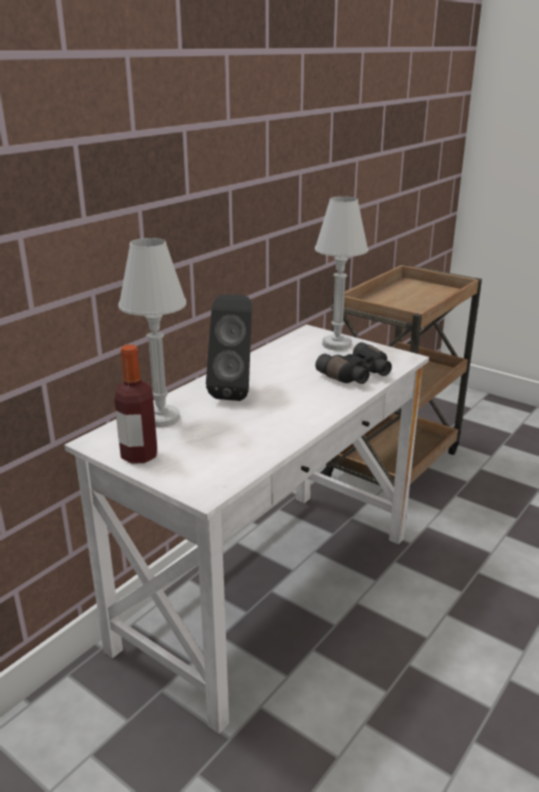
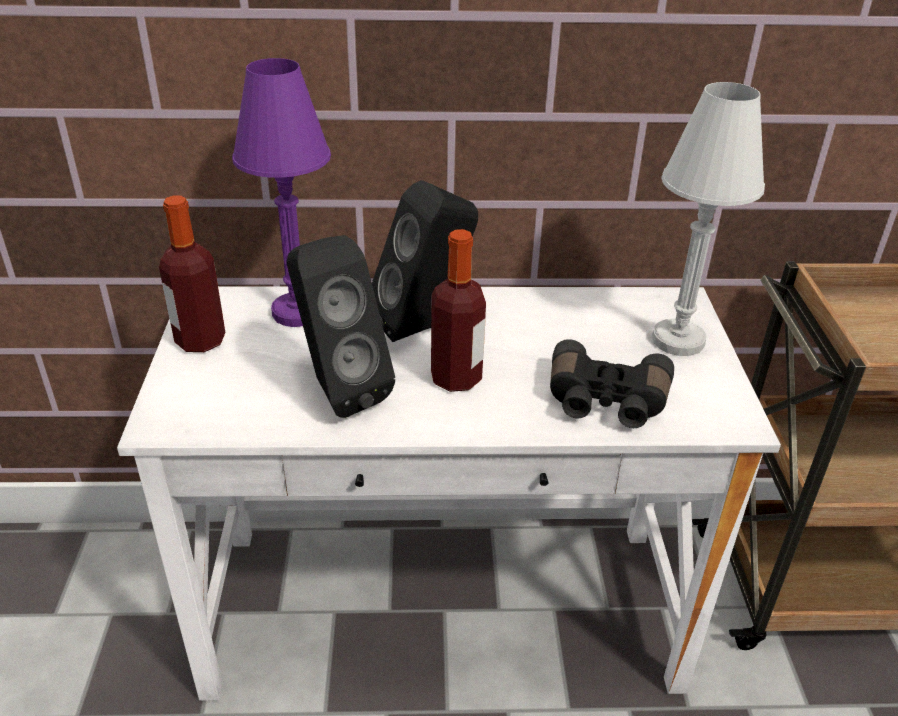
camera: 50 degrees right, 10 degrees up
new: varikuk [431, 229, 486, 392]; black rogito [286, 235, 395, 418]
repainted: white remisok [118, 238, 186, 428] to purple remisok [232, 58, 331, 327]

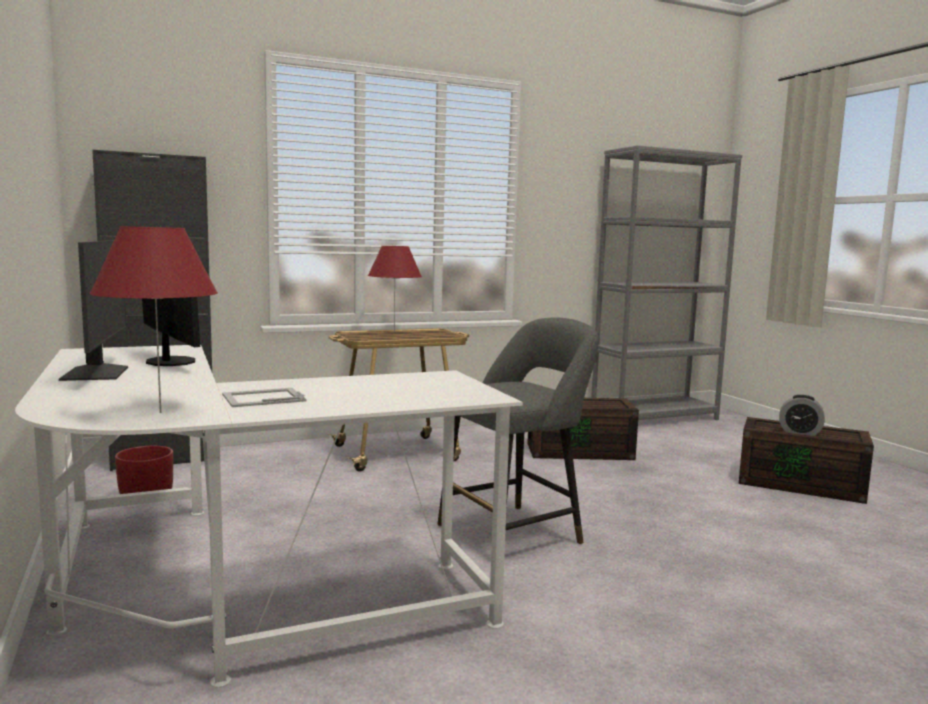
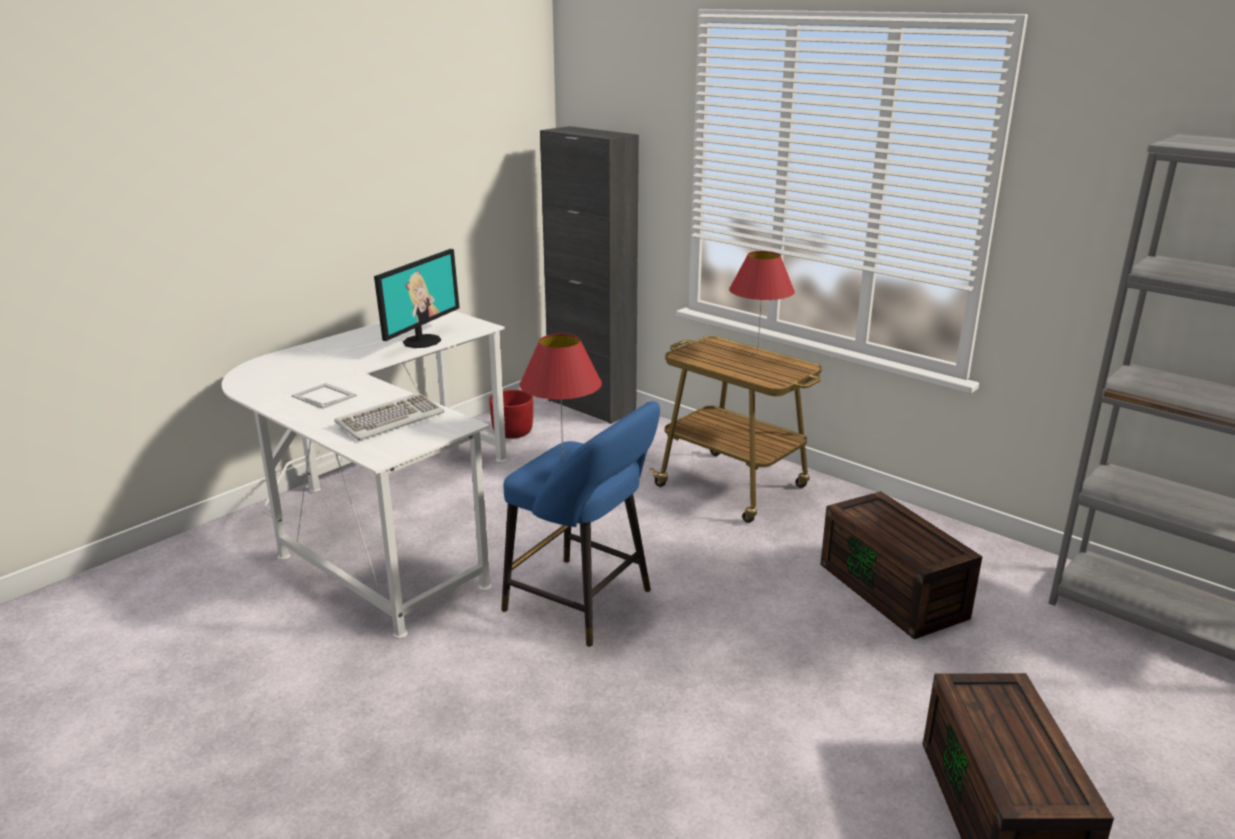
camera: 65 degrees right, 15 degrees up
gone: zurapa [59, 240, 128, 381]; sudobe [779, 395, 825, 436]
new: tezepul [334, 393, 444, 440]
shifted: red remisok [89, 226, 218, 413] to [520, 334, 602, 461]
repainted: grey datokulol [437, 318, 599, 544] to blue datokulol [501, 401, 660, 647]

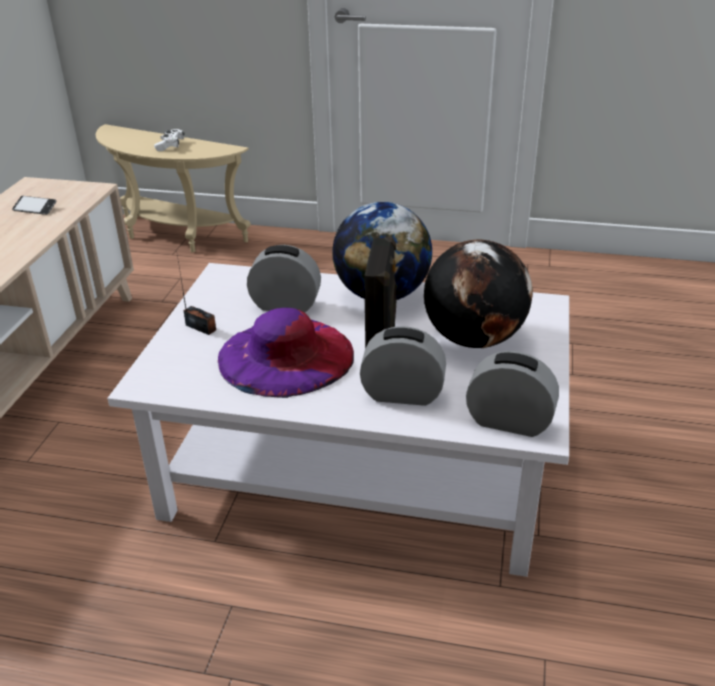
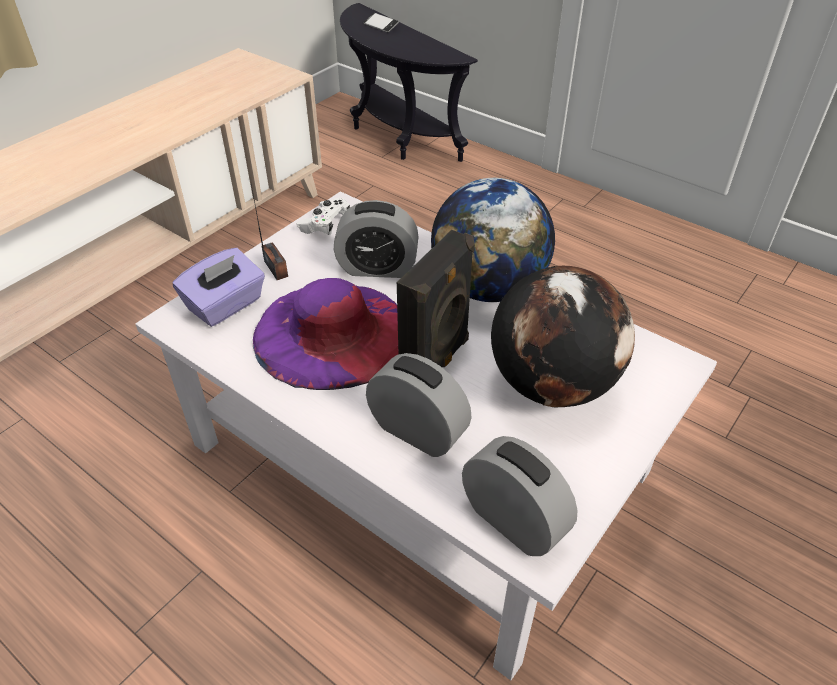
camera: 25 degrees right, 10 degrees up
new: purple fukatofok [173, 248, 265, 327]
shifted: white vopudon [154, 129, 184, 151] to [296, 198, 351, 235]; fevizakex [12, 196, 56, 215] to [363, 13, 399, 33]
repainted: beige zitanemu [96, 124, 251, 252] to black zitanemu [340, 3, 478, 162]
rotated: sudobe [247, 245, 321, 313] = [334, 200, 419, 278] 150 degrees clockwise

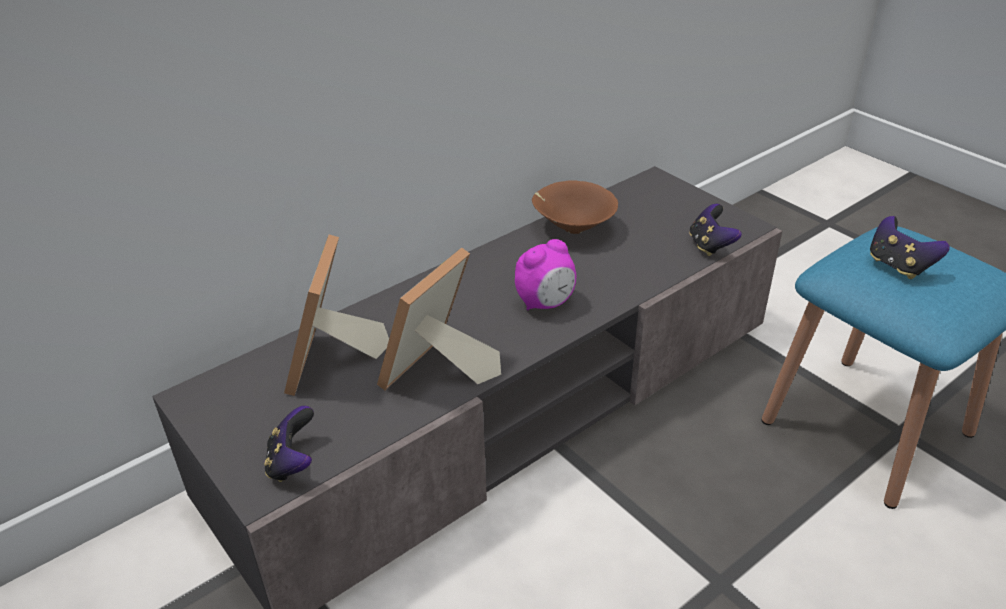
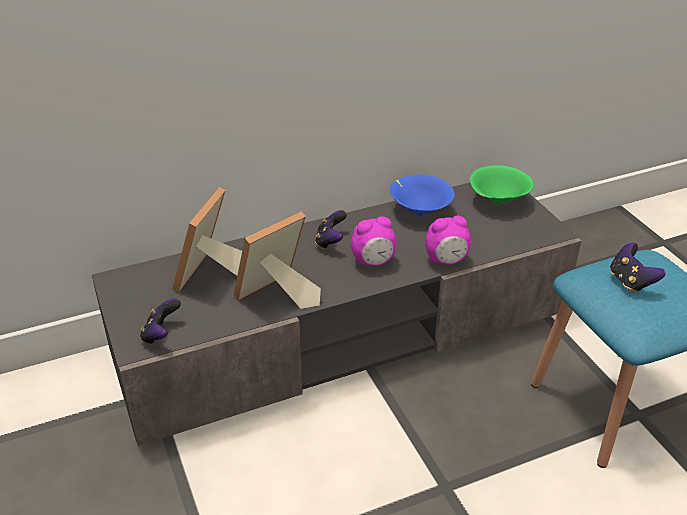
camera: 15 degrees right, 0 degrees up
new: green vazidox [470, 165, 534, 205]; sudobe [425, 216, 471, 265]
shifted: vopudon [689, 204, 742, 256] to [315, 210, 347, 249]
repainted: brown vazidox [532, 180, 618, 234] to blue vazidox [390, 174, 455, 216]

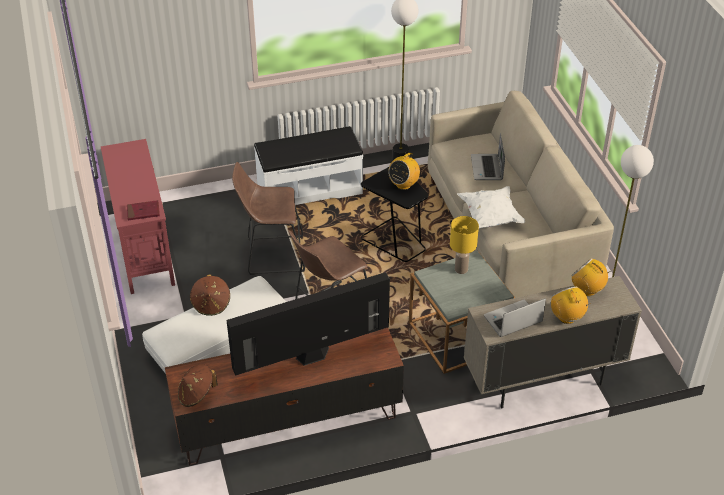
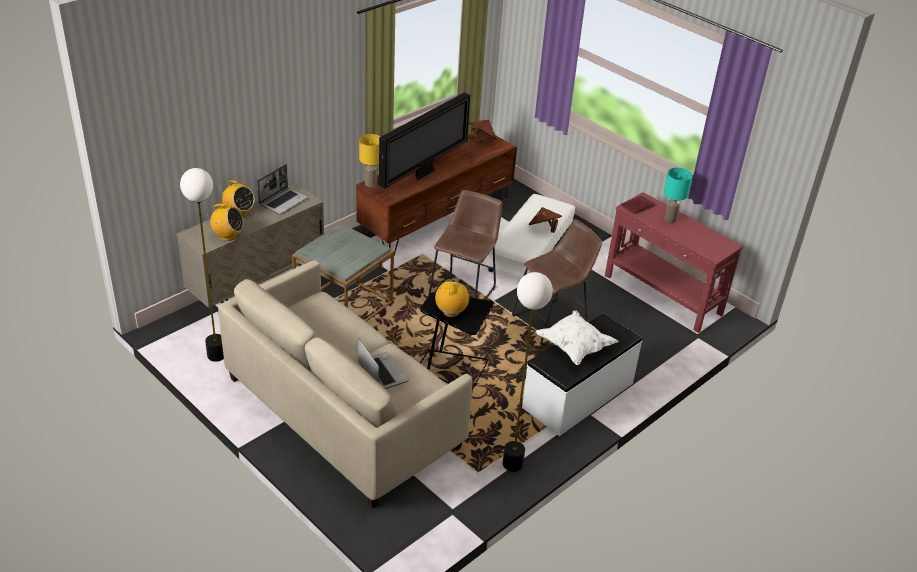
camera: 150 degrees right, 5 degrees down
new: turquoise remisok [664, 168, 693, 223]
shifted: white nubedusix [457, 186, 525, 229] to [536, 311, 619, 365]; yellow remisok [450, 216, 479, 274] to [359, 134, 380, 187]

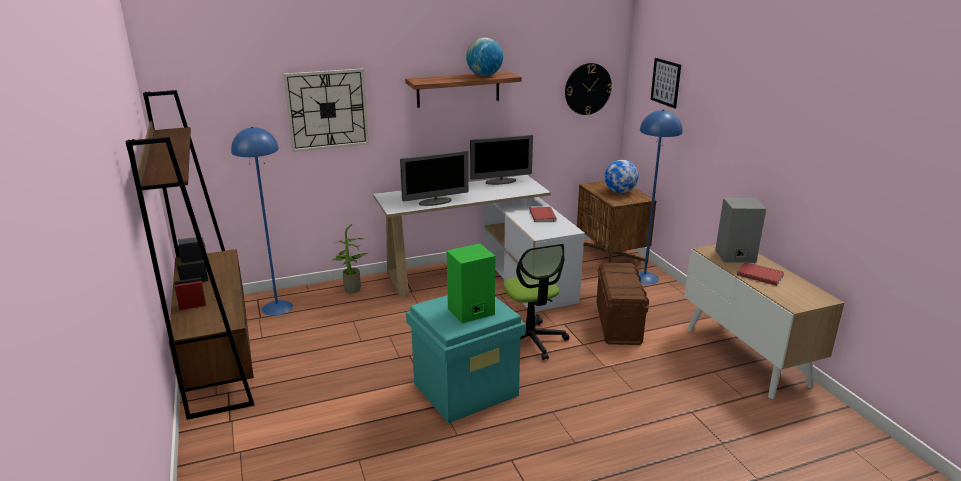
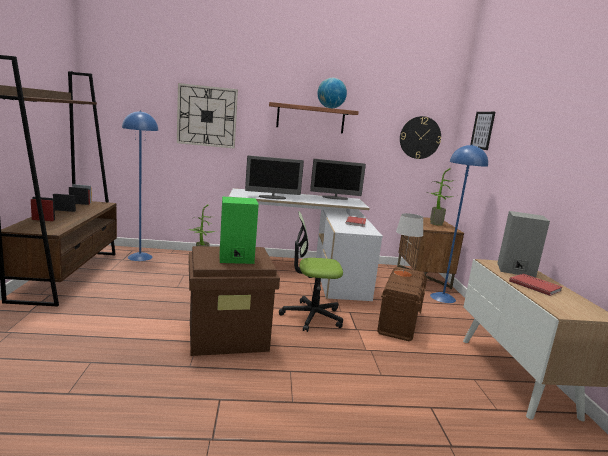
camera: 15 degrees right, 10 degrees down
new: grey remisok [394, 213, 424, 277]
swapped: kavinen [604, 159, 639, 193] to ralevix [427, 168, 455, 226]
repainted: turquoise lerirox [406, 295, 526, 423] to brown lerirox [189, 246, 280, 356]
rotated: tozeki [503, 244, 569, 360] = [279, 211, 343, 332] 90 degrees clockwise

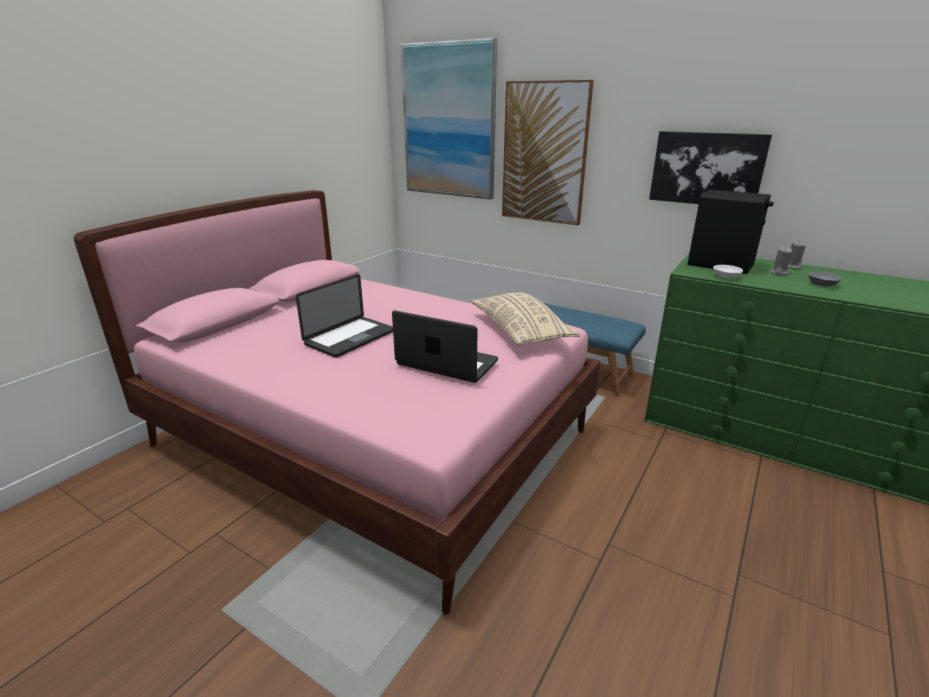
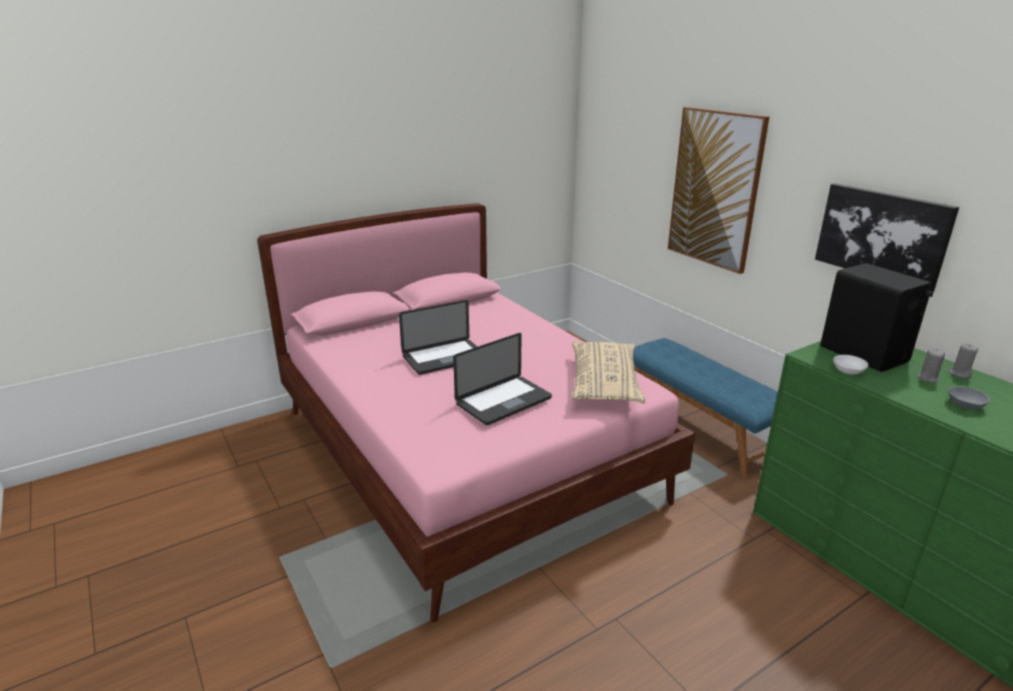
camera: 25 degrees right, 0 degrees up
gone: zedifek [401, 38, 497, 199]
rotated: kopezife [392, 310, 498, 383] = [453, 333, 552, 425] 90 degrees clockwise

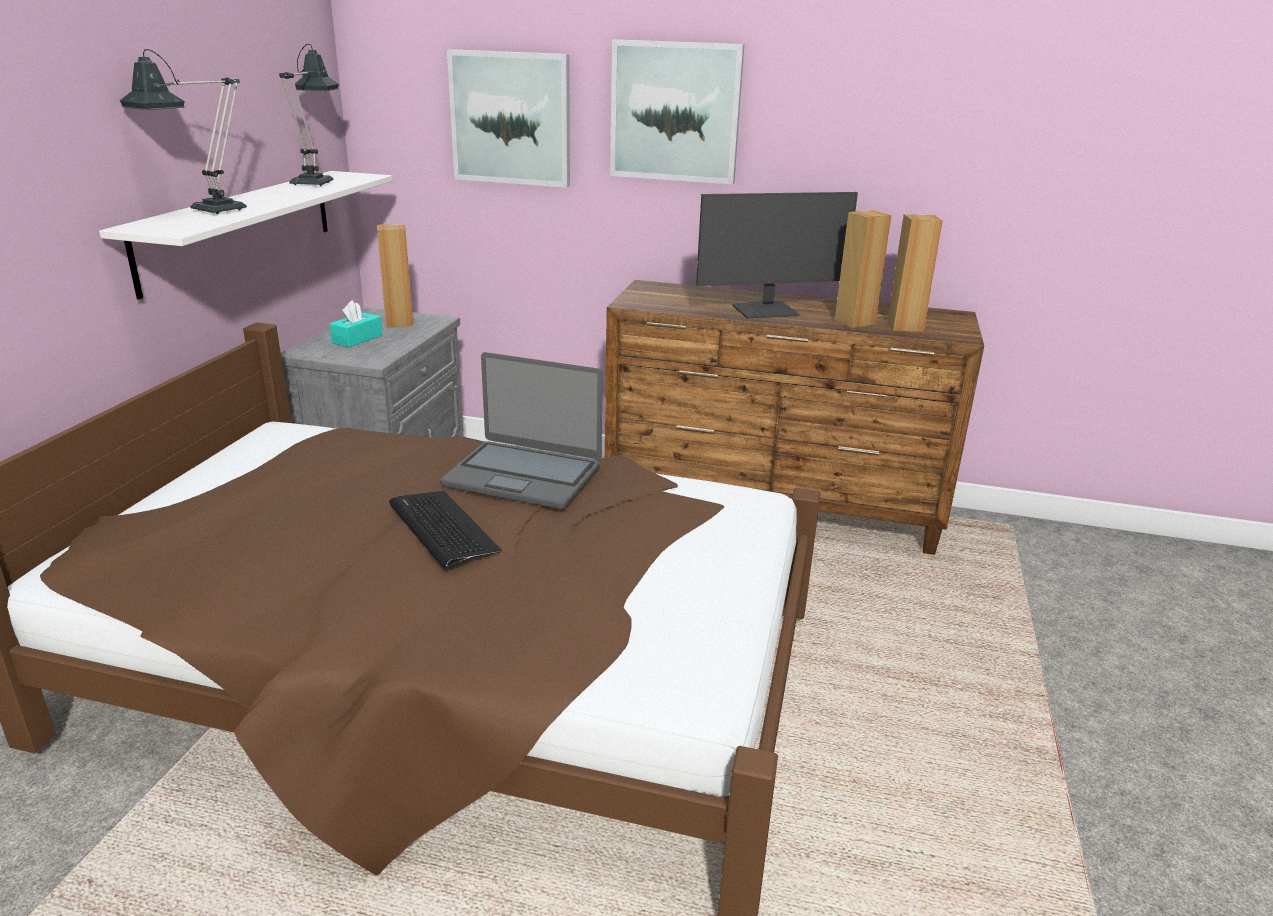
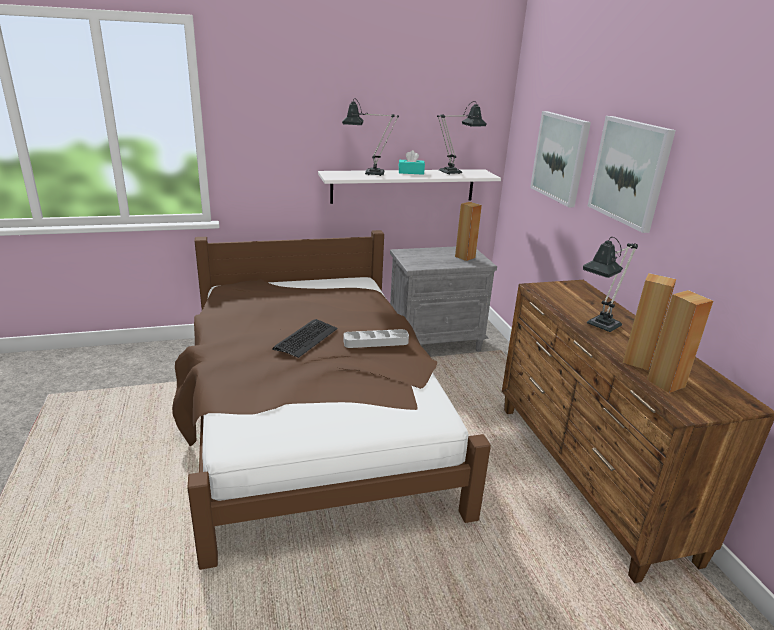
camera: 60 degrees right, 0 degrees up
shifted: turquoise fukatofok [329, 300, 382, 347] to [399, 150, 425, 175]
swapped: zurapa [696, 192, 858, 318] to remisok [583, 237, 638, 332]; kopezife [440, 352, 603, 509] to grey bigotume [344, 329, 409, 348]

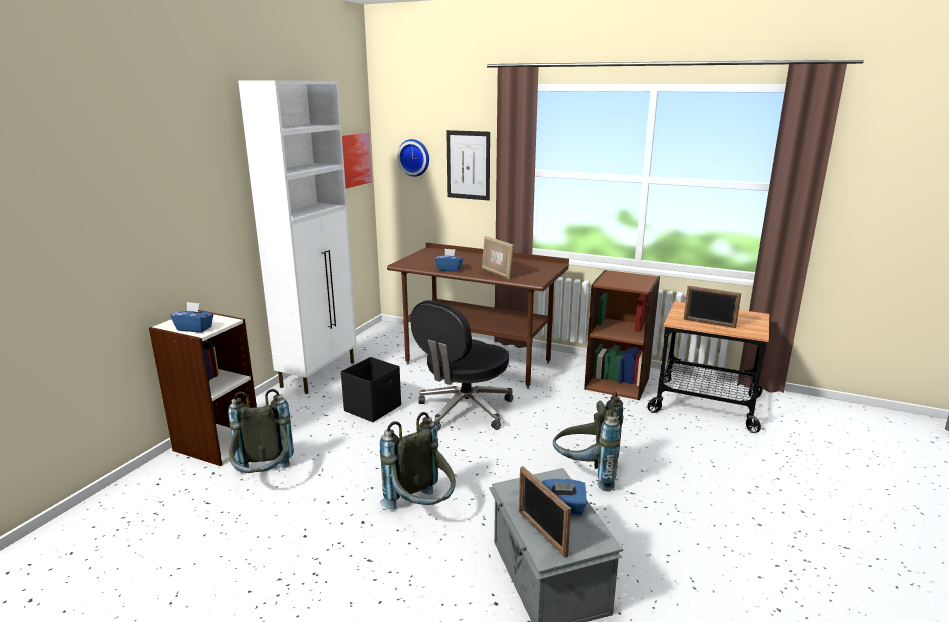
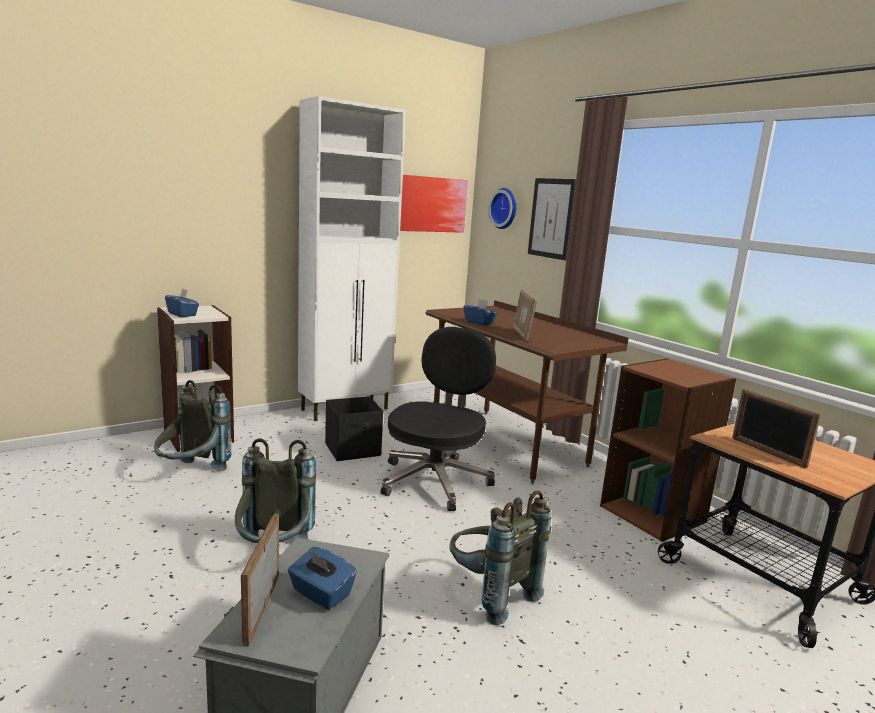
camera: 30 degrees right, 5 degrees down
rotated: black tozeki [410, 300, 513, 431] = [380, 327, 496, 511] 135 degrees clockwise

